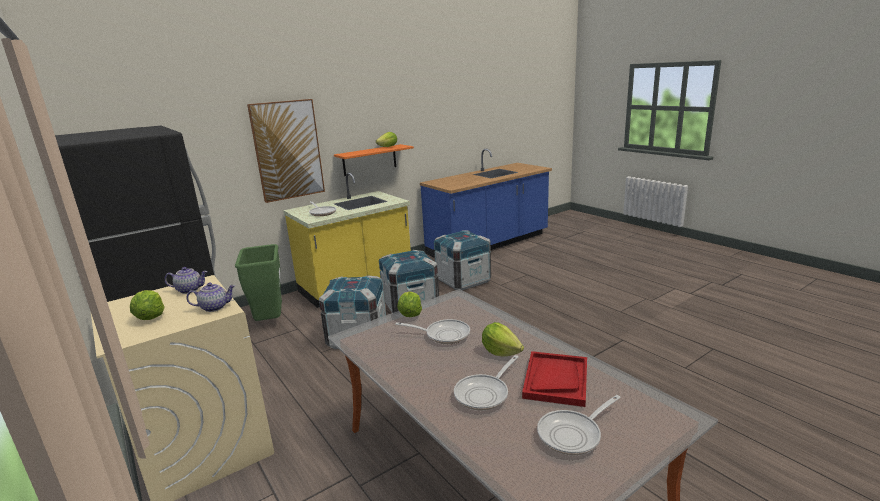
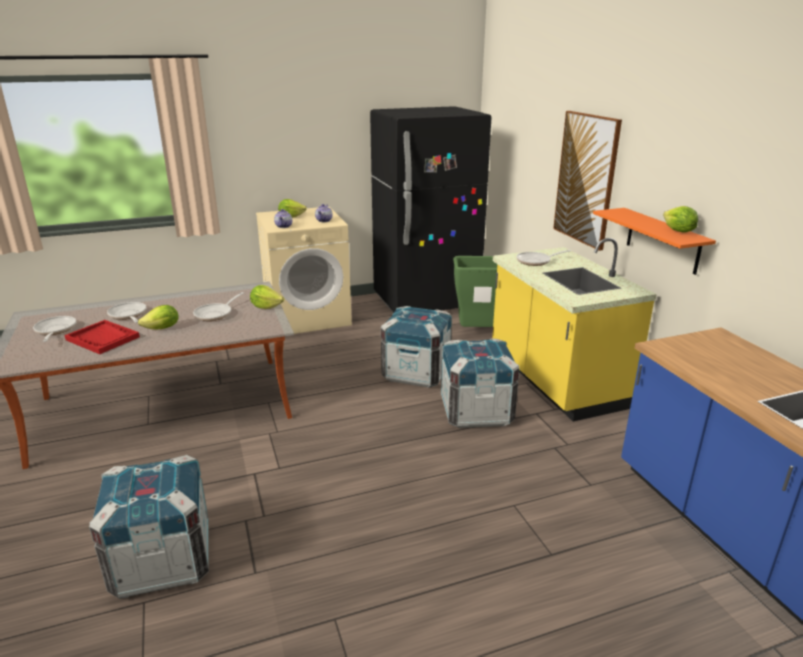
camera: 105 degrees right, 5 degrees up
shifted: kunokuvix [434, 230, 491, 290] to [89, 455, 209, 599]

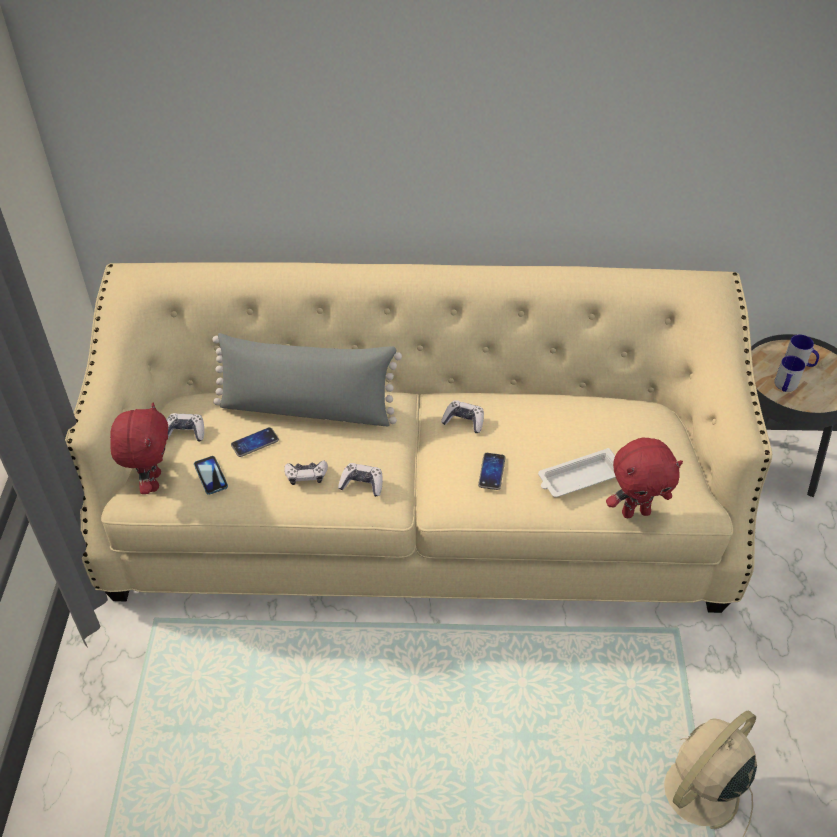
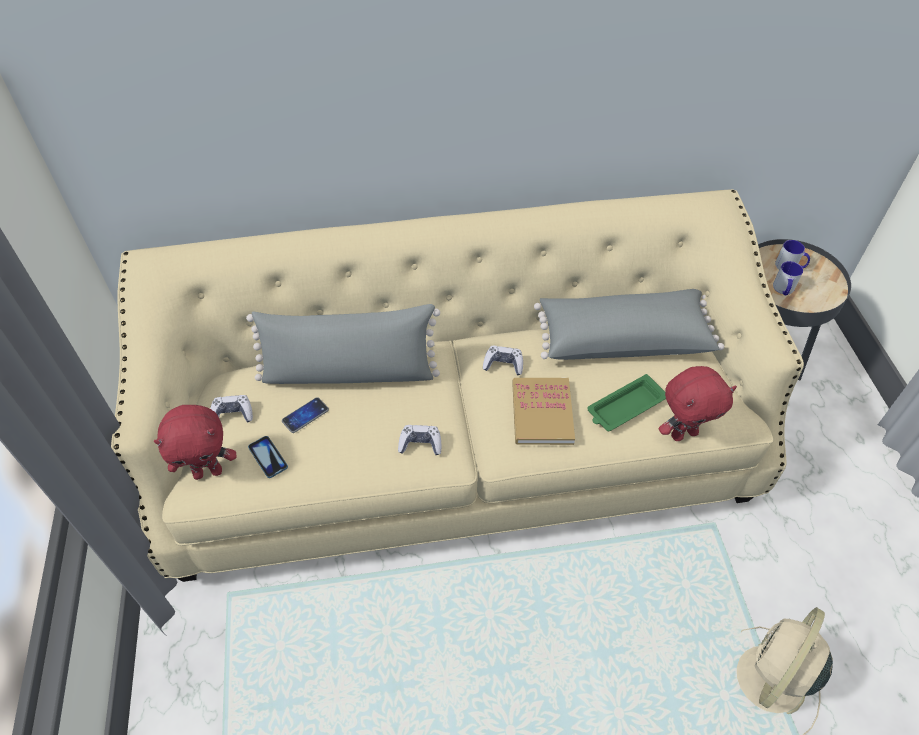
camera: 10 degrees left, 5 degrees up
gone: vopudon [284, 460, 328, 485]
new: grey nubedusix [534, 289, 724, 360]
swapped: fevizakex [478, 453, 505, 490] to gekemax [512, 378, 575, 445]
repainted: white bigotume [538, 448, 616, 497] to green bigotume [587, 374, 666, 431]
rotated: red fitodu [110, 402, 169, 494] = [154, 405, 237, 480] 90 degrees clockwise

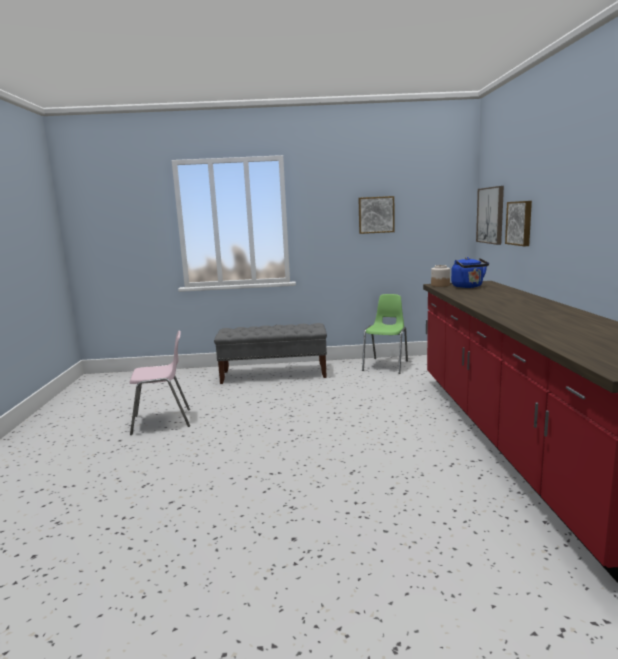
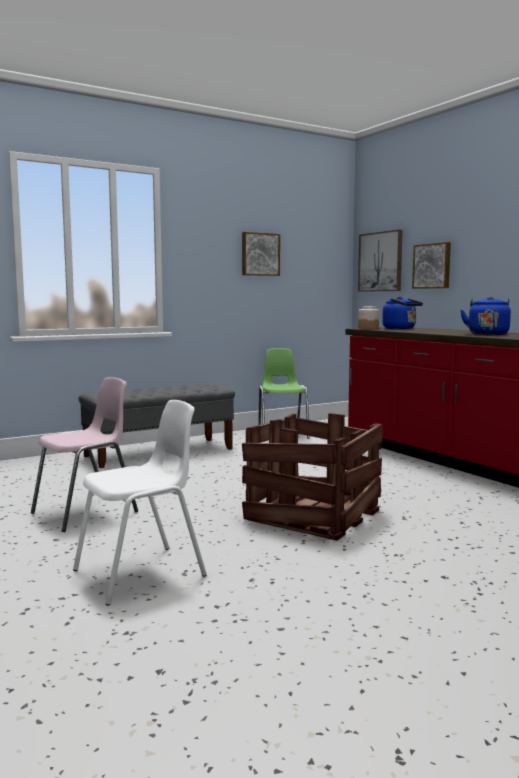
camera: 30 degrees left, 5 degrees down
new: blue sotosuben [460, 296, 511, 335]; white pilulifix [73, 400, 207, 606]; kunokuvix [242, 413, 383, 541]

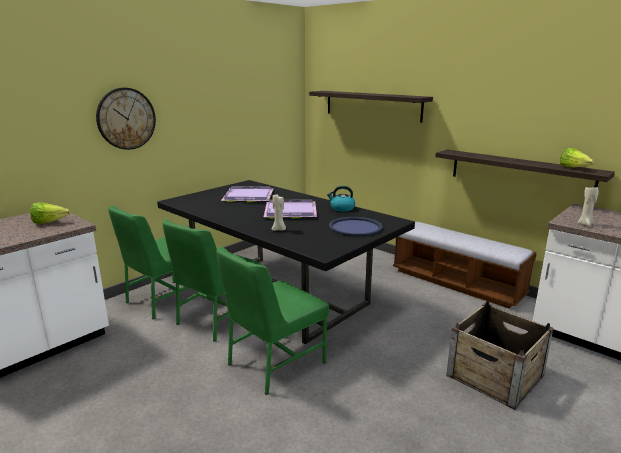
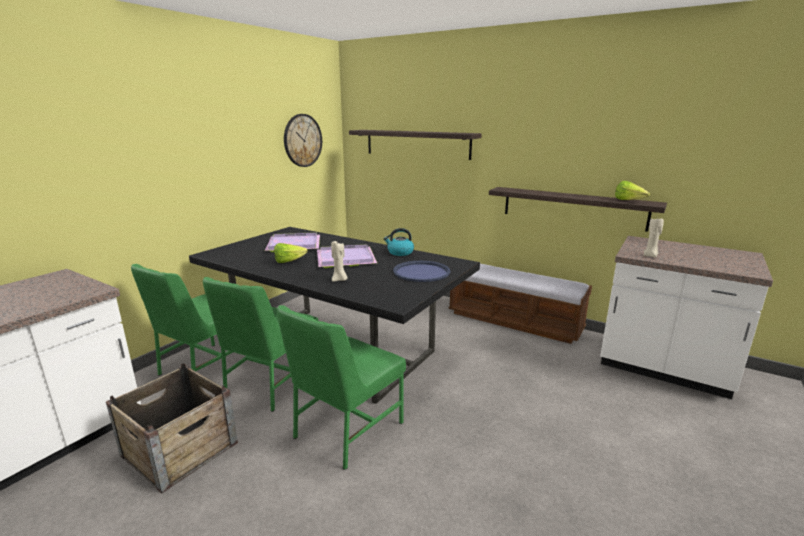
camera: 10 degrees left, 0 degrees up
shifted: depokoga [96, 88, 156, 150] to [284, 114, 322, 167]; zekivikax [30, 202, 70, 224] to [274, 243, 308, 263]; kunokuvix [446, 301, 553, 410] to [106, 363, 238, 493]

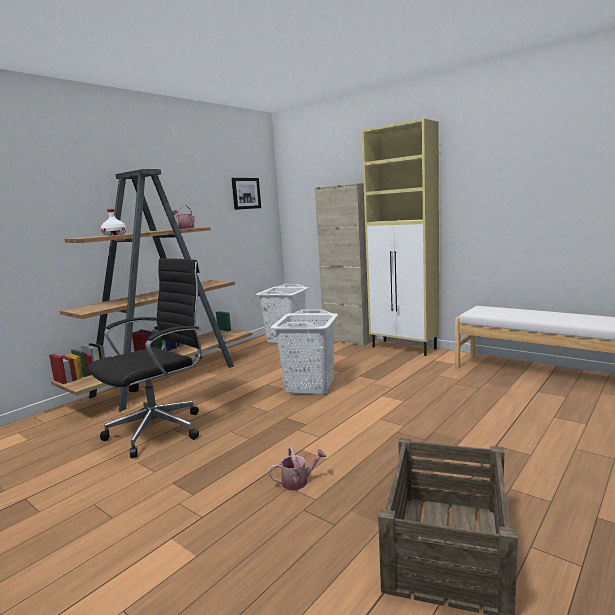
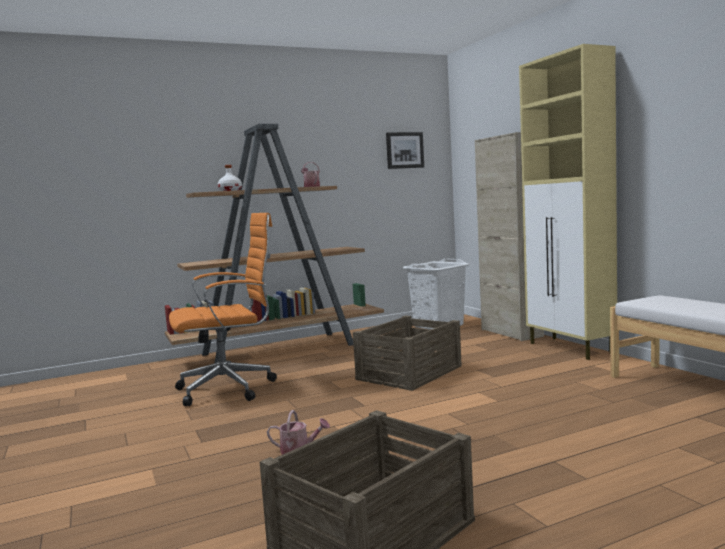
camera: 25 degrees right, 5 degrees down
swapped: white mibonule [271, 309, 338, 395] to kunokuvix [353, 316, 462, 391]
repainted: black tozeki [87, 258, 201, 458] to orange tozeki [169, 213, 277, 406]

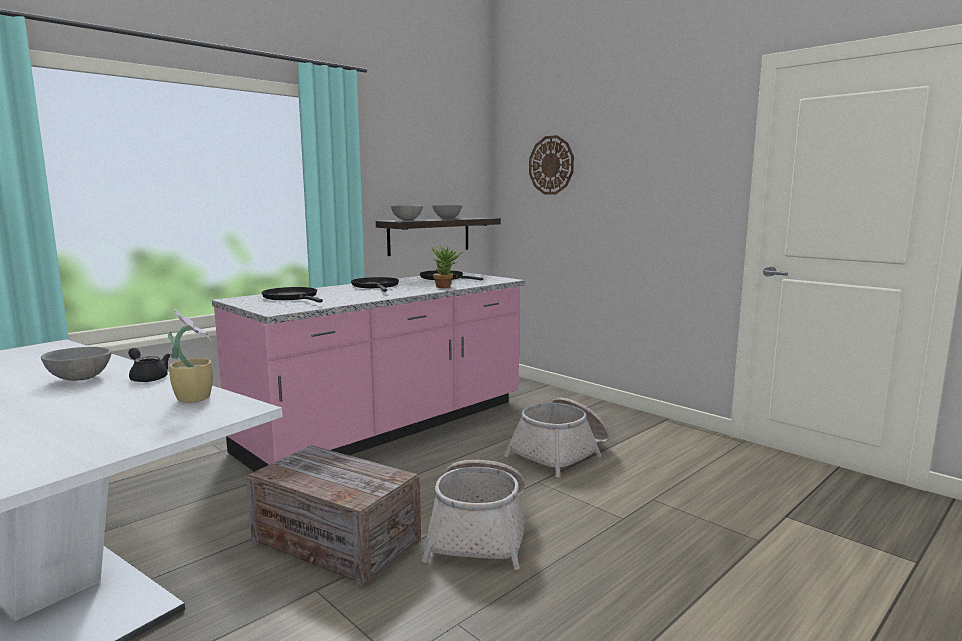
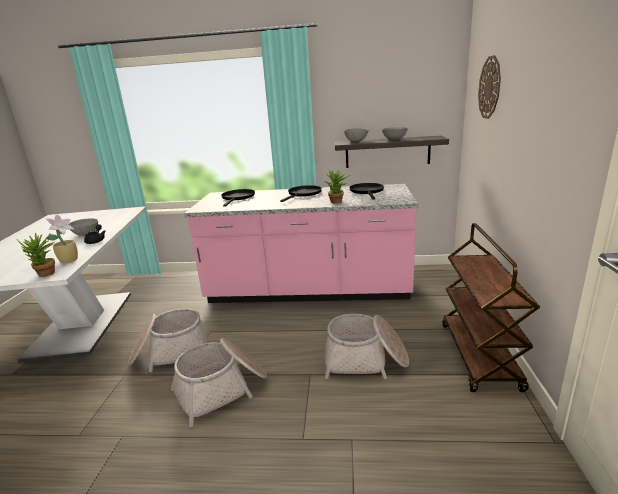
camera: 50 degrees right, 10 degrees up
new: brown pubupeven [442, 223, 540, 392]; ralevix [17, 232, 55, 277]
swapped: kunokuvix [246, 445, 421, 587] to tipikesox [128, 308, 209, 372]

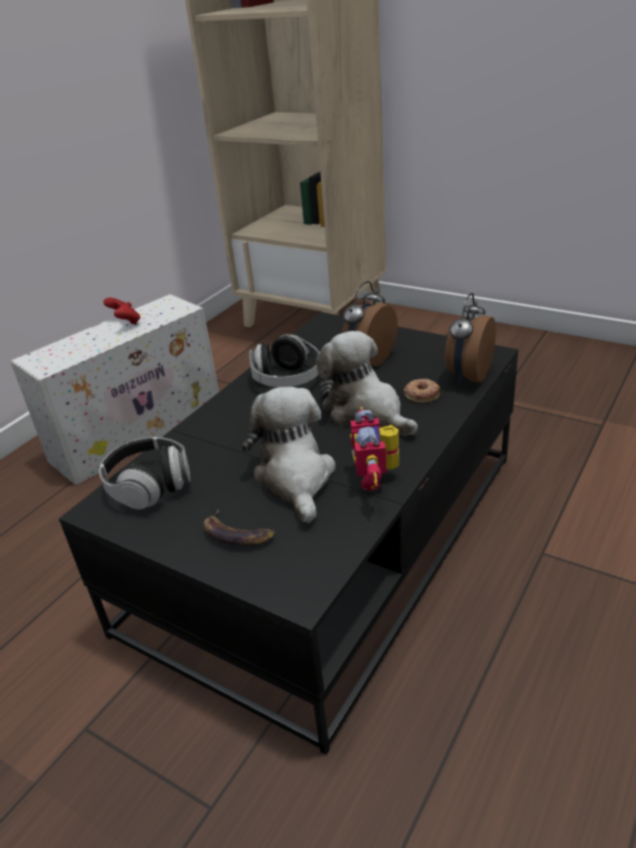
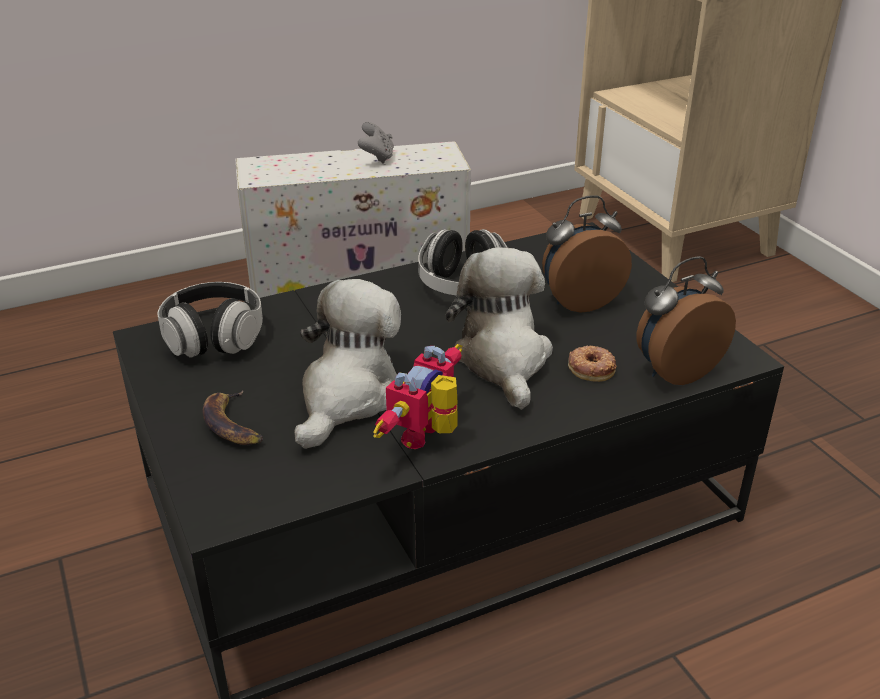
camera: 30 degrees right, 0 degrees up
repainted: red vopudon [103, 298, 141, 325] to grey vopudon [358, 122, 394, 164]

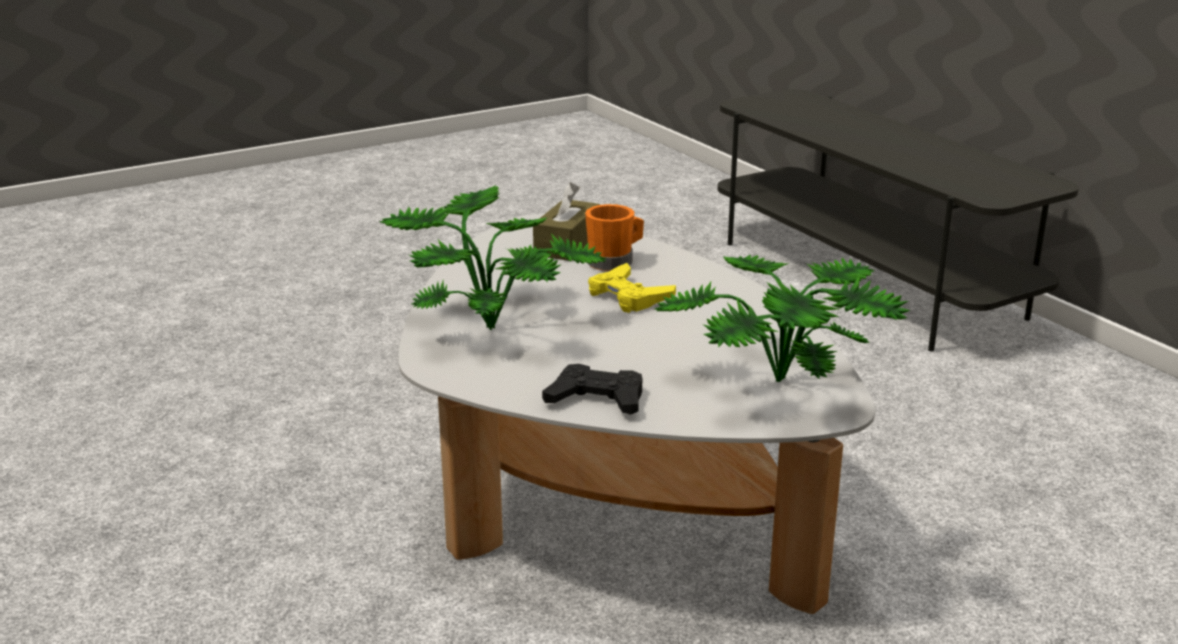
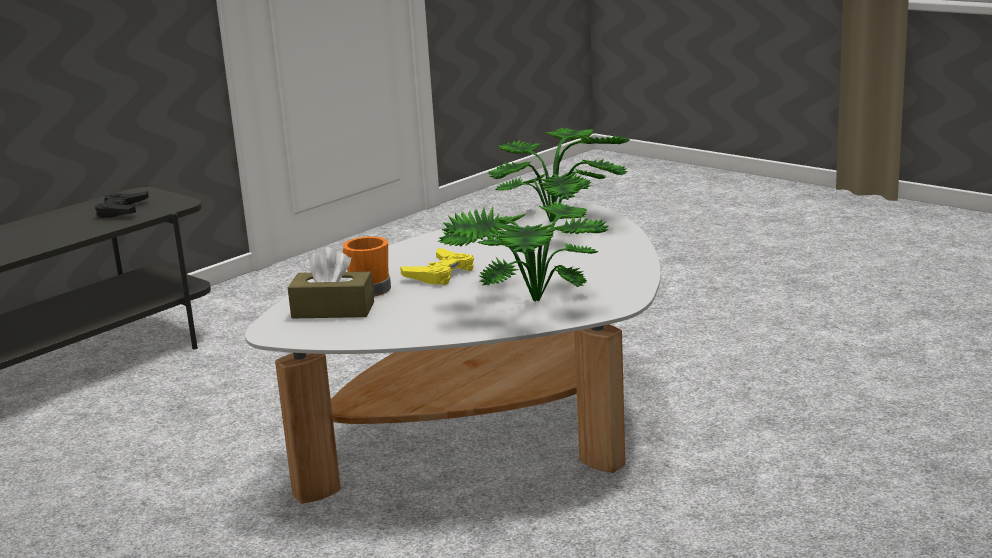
camera: 105 degrees left, 5 degrees down
shifted: black vopudon [542, 364, 642, 415] to [95, 191, 149, 218]

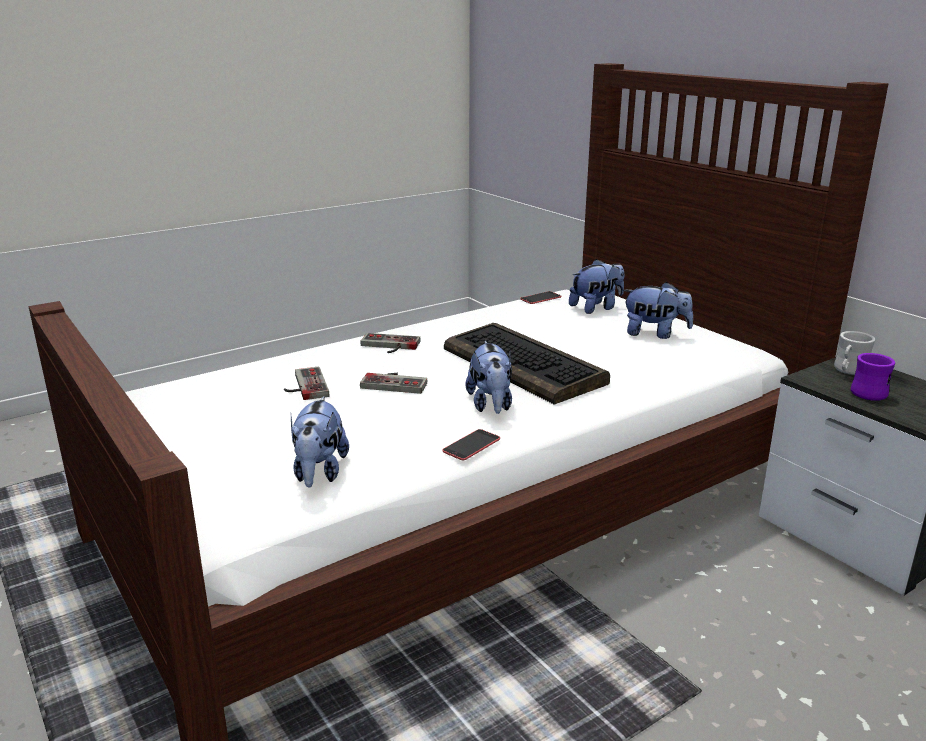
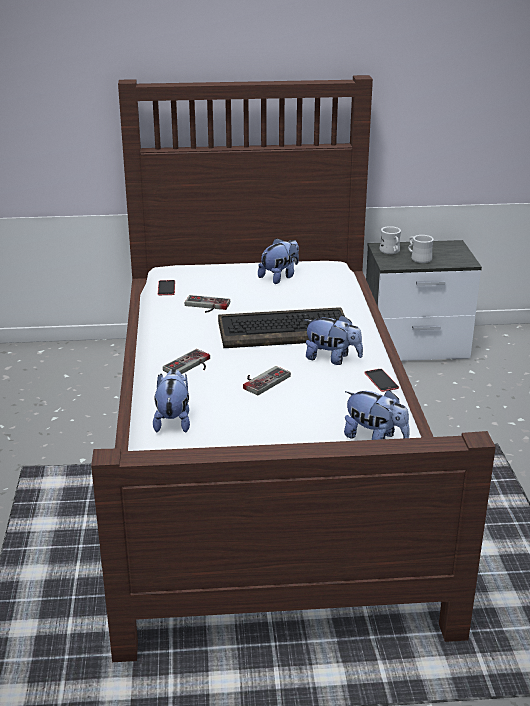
camera: 60 degrees left, 5 degrees up
shifted: fitodu [569, 259, 624, 314] to [153, 369, 190, 433]; vopudon [284, 367, 329, 400] to [185, 295, 230, 313]
repainted: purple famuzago [851, 353, 895, 401] to white famuzago [408, 235, 434, 263]

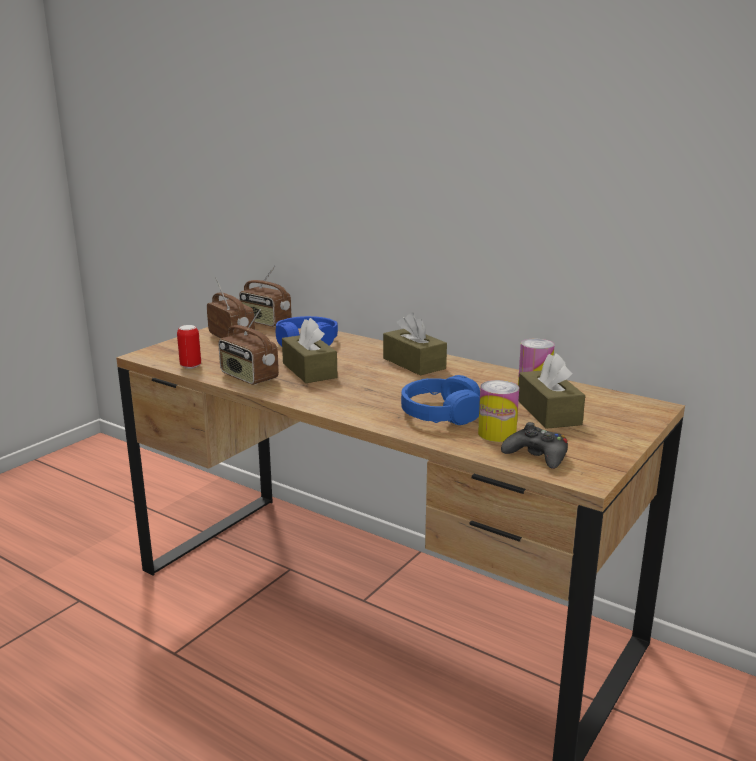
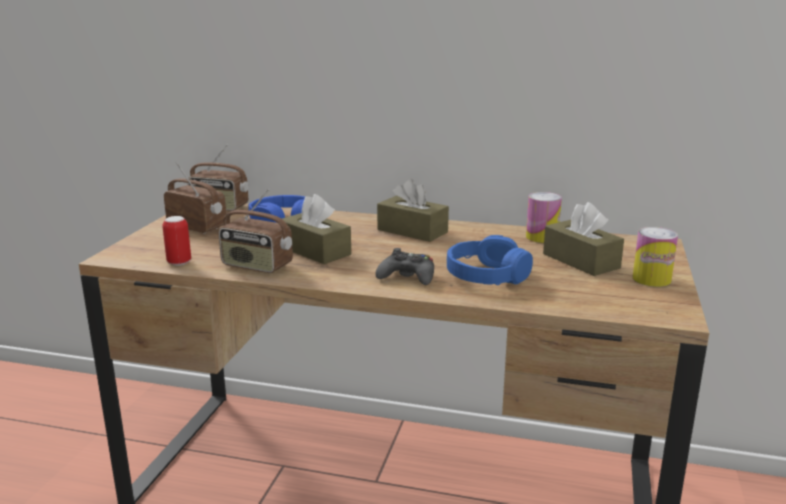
camera: 20 degrees left, 0 degrees up
shifted: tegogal [478, 380, 519, 442] to [633, 227, 678, 287]; black vopudon [501, 422, 568, 469] to [375, 248, 434, 285]

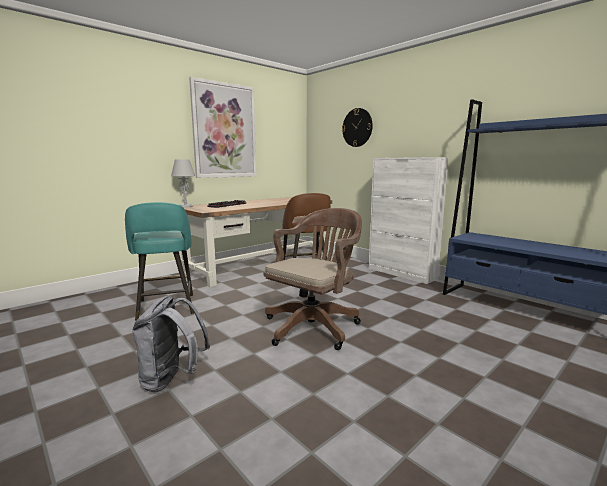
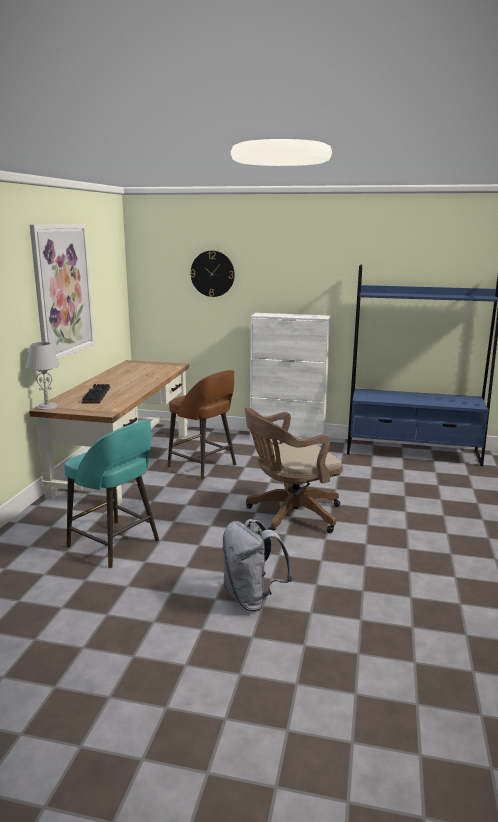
camera: 35 degrees left, 5 degrees up
rotated: brown tozeki [264, 208, 362, 350] = [245, 408, 343, 533] 120 degrees counterclockwise

